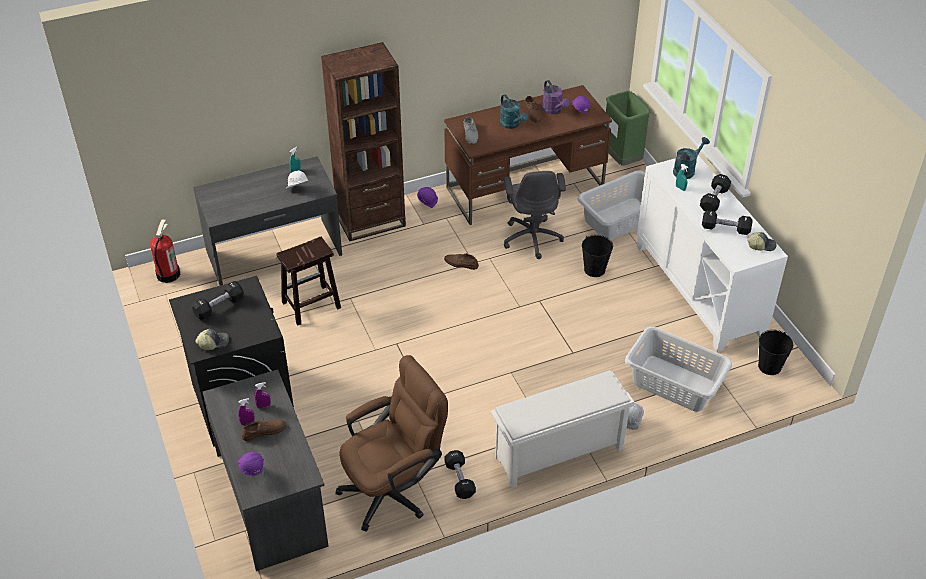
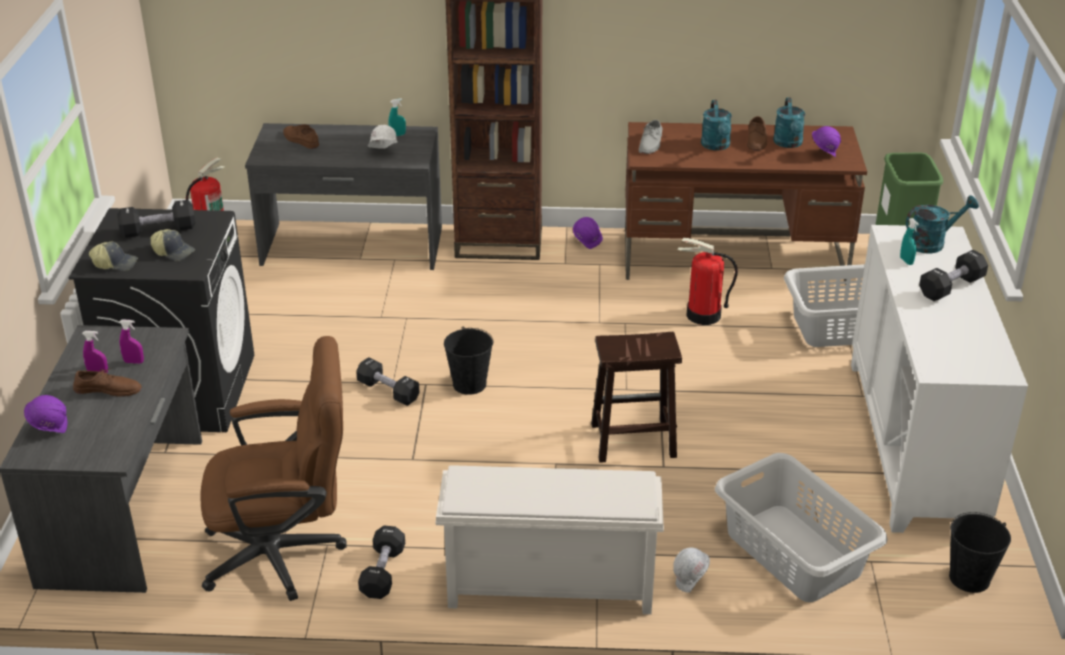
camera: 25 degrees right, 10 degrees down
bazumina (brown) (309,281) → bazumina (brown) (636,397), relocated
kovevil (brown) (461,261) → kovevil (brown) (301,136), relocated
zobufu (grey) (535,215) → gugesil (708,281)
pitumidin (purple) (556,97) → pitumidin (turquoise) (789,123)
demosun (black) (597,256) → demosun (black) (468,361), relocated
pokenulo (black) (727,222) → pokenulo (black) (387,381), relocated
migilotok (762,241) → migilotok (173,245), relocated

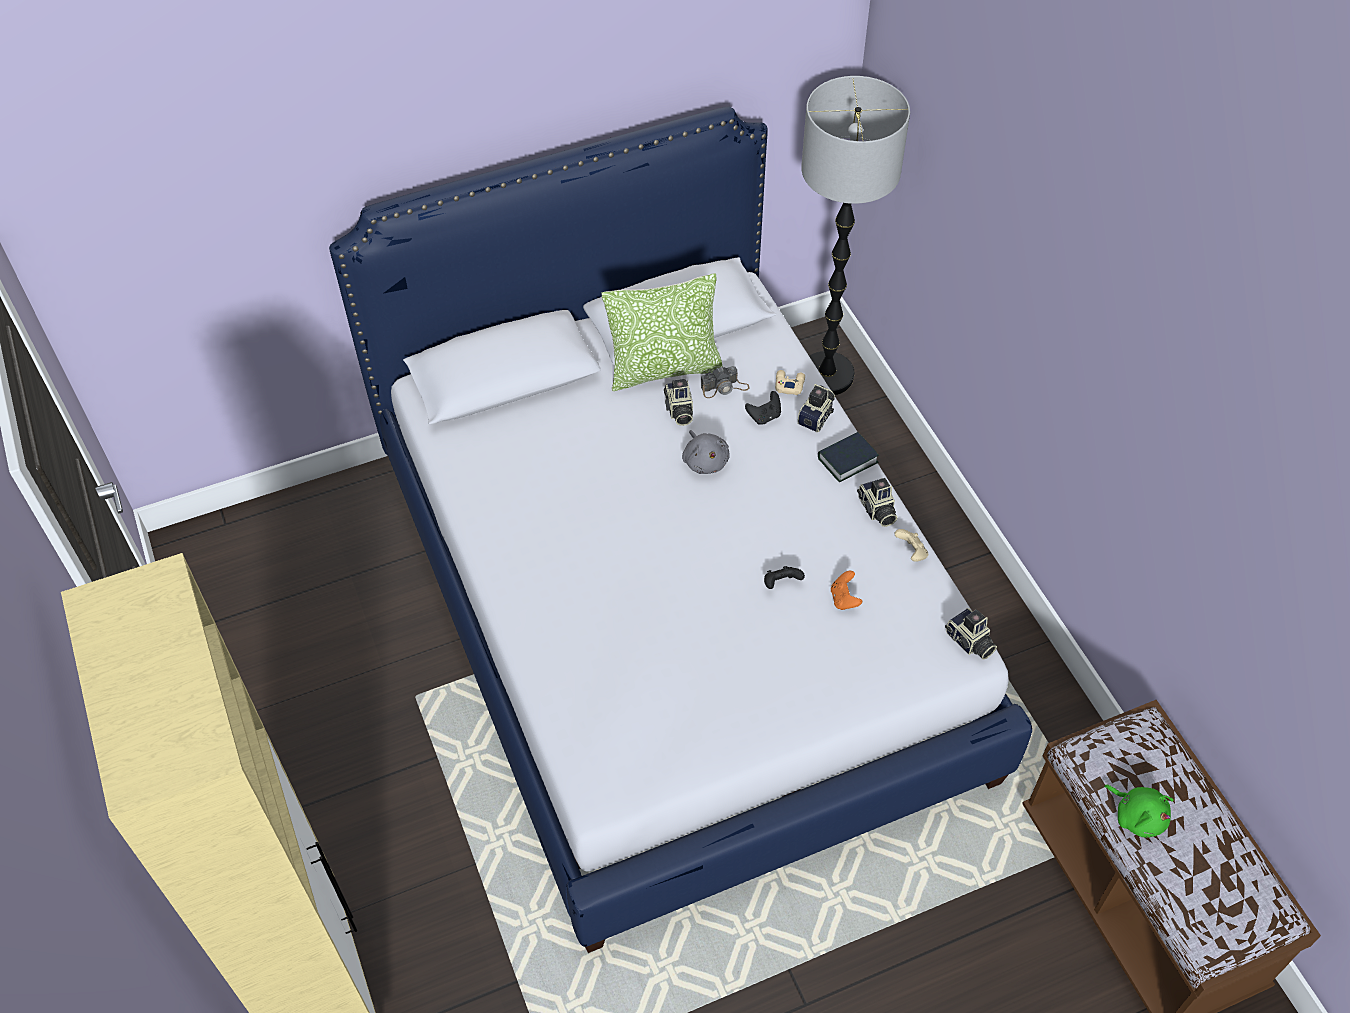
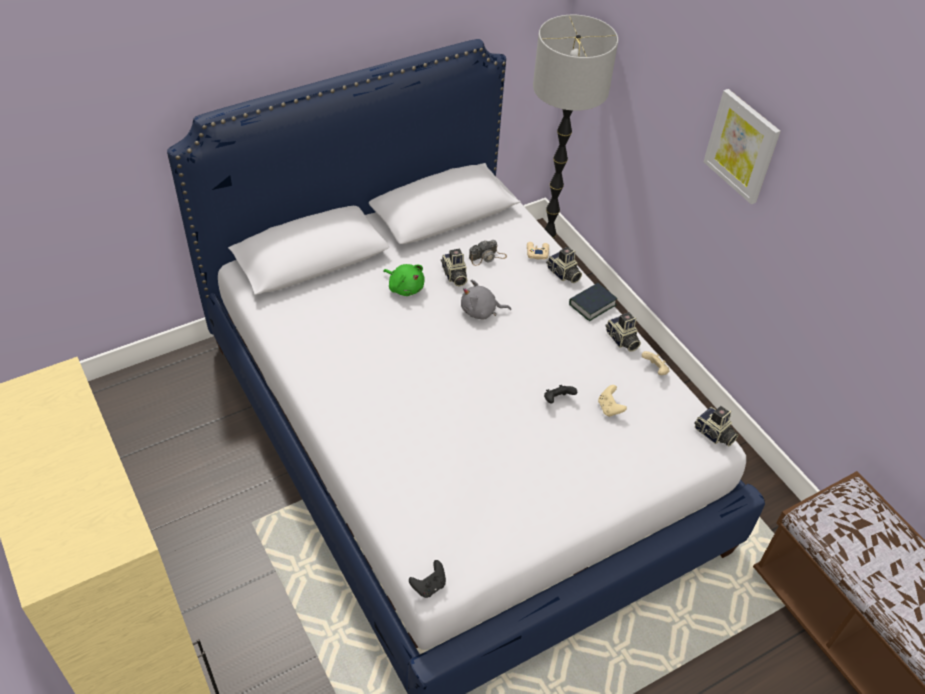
camera: 10 degrees left, 5 degrees down
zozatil (662,332) → -
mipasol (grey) (706,452) → mipasol (grey) (486,299), 120 degrees clockwise
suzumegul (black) (763,408) → suzumegul (black) (427,579), relocated
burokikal (816,408) → burokikal (564,265), 120 degrees clockwise
suzumegul (orange) (846,590) → suzumegul (beige) (612,401)
mipasol (green) (1139,811) → mipasol (green) (403,280), relocated
- → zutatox (742,146)

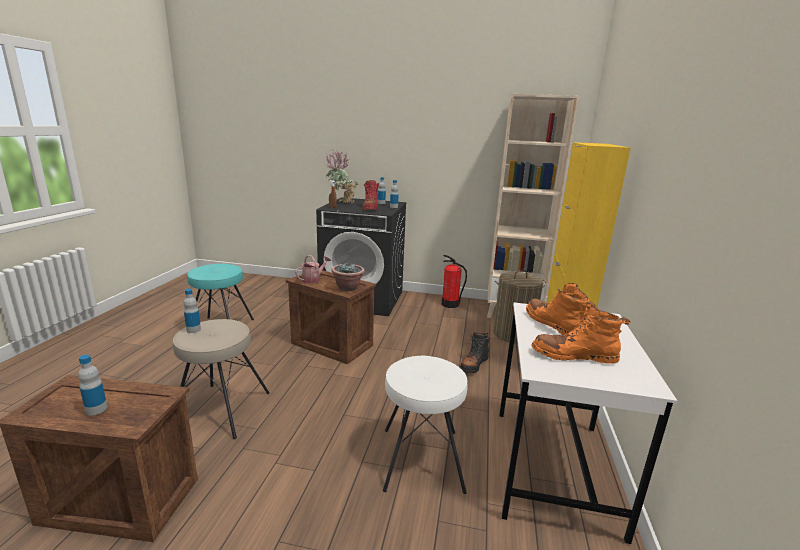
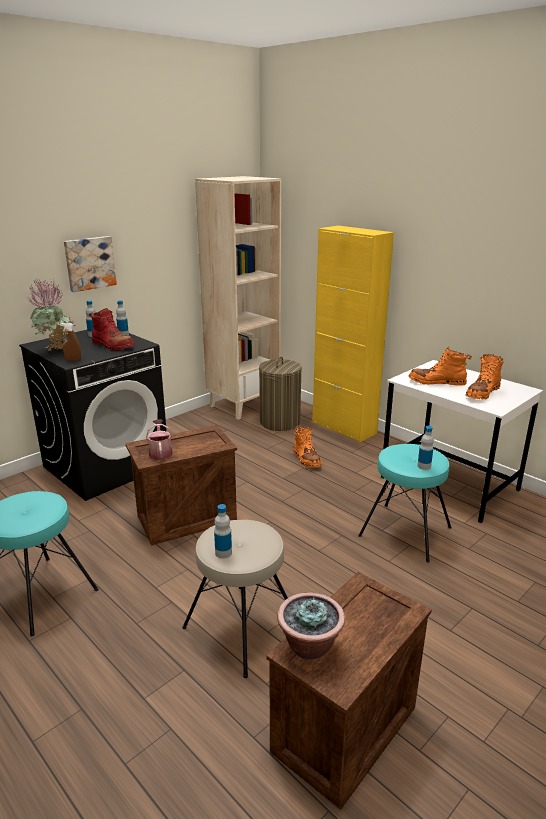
camera: 55 degrees left, 5 degrees up
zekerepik (92,385) → zekerepik (425,448), relocated
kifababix (348,276) → kifababix (311,626), relocated
bazumina (white) (425,425) → bazumina (turquoise) (405,503)
gugesil (454,281) → -
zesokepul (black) (475,352) → zesokepul (orange) (307,447)
- → zutatox (90,264)

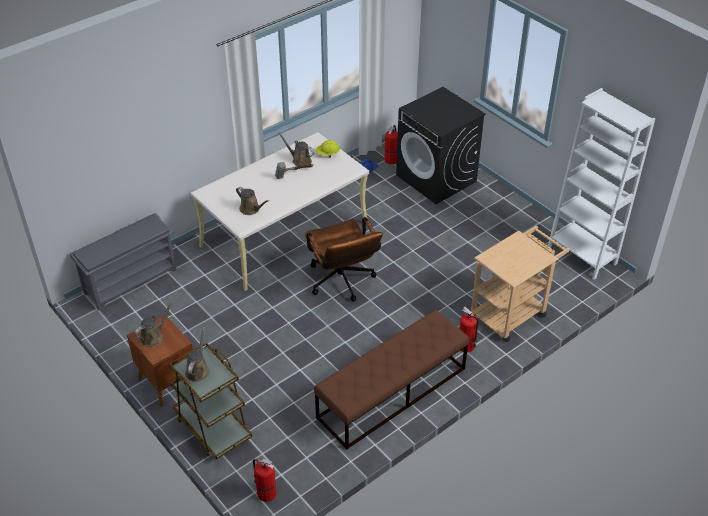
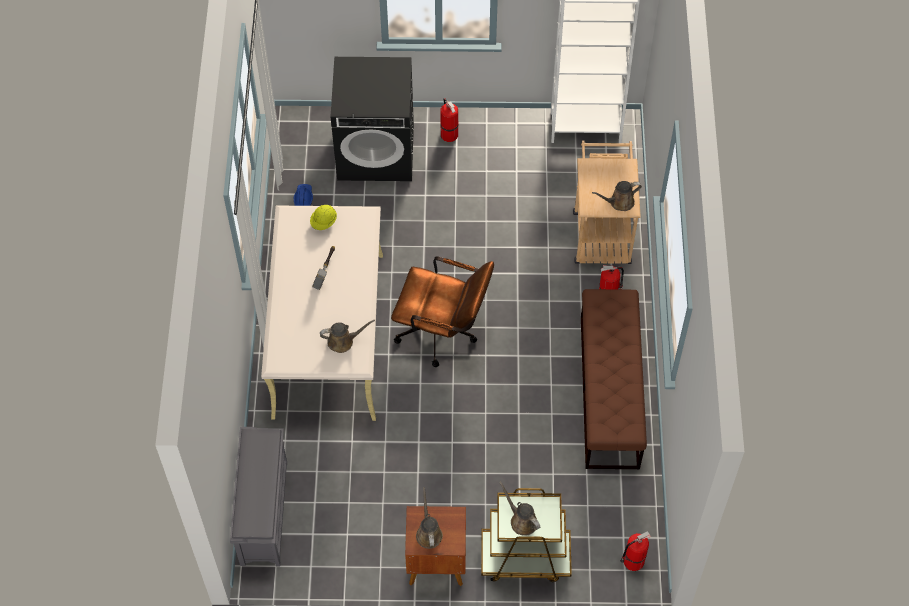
camera: 50 degrees left, 15 degrees up
pitumidin (brown) (296,149) → pitumidin (brown) (617,196), relocated
gugesil (391,144) → gugesil (449,120), relocated

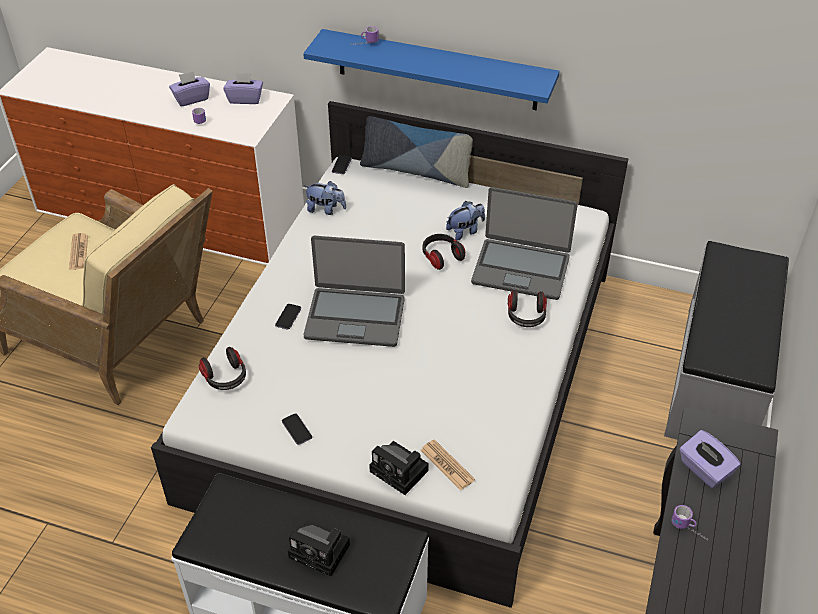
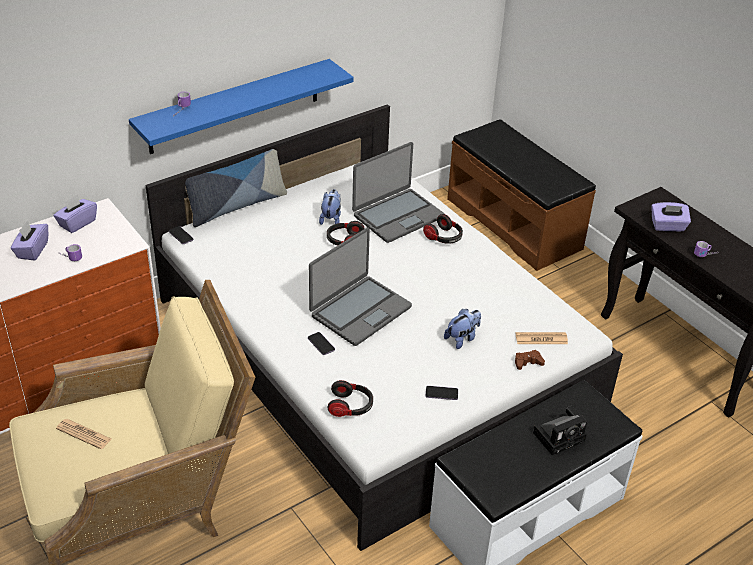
camera: 55 degrees left, 5 degrees down
mipasol (325,198) → mipasol (462,329), relocated
burokikal (399,468) → suzumegul (brown) (530,360)
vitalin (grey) (726,340) → vitalin (brown) (521,195)

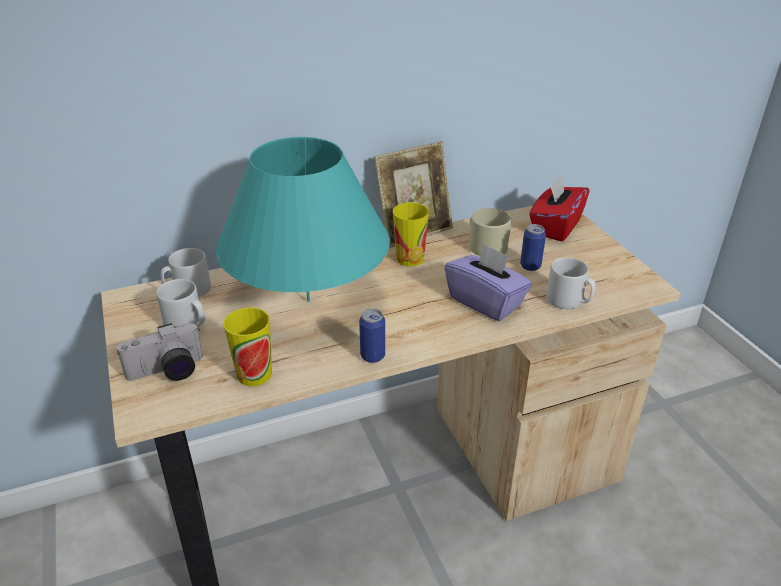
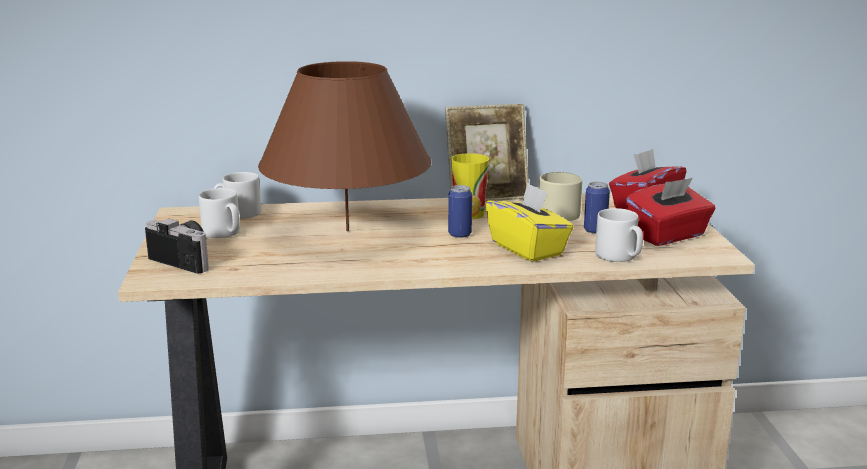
camera: 15 degrees right, 15 degrees down
burokikal (160,352) → burokikal (177,246), 135 degrees counterclockwise
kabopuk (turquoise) (303,219) → kabopuk (brown) (344,146)
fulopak (247,347) → -
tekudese (372,336) → tekudese (460,211), relocated
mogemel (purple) (488,282) → mogemel (yellow) (530,222)
- → mogemel (red) (670,212)

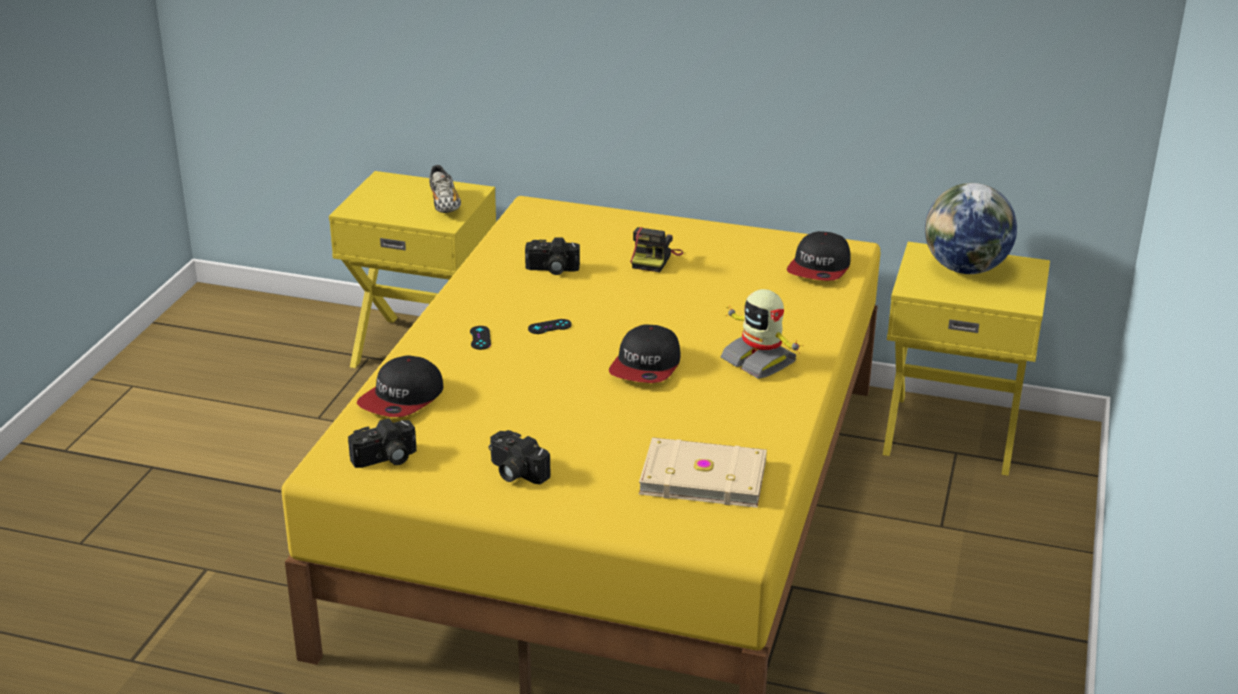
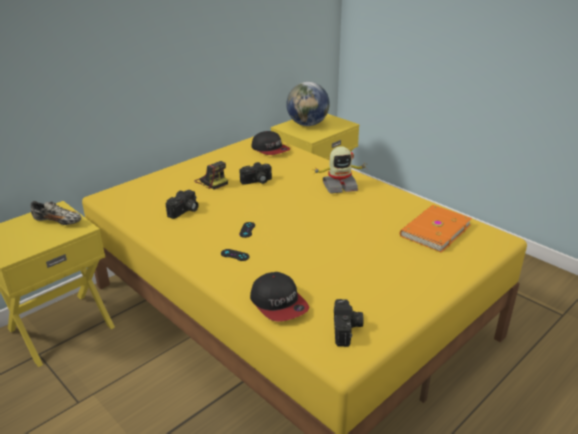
camera: 60 degrees left, 0 degrees up
burokikal (519,457) → burokikal (255,173), relocated
migilotok (644,354) → -
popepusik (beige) (703,472) → popepusik (orange) (436,229)

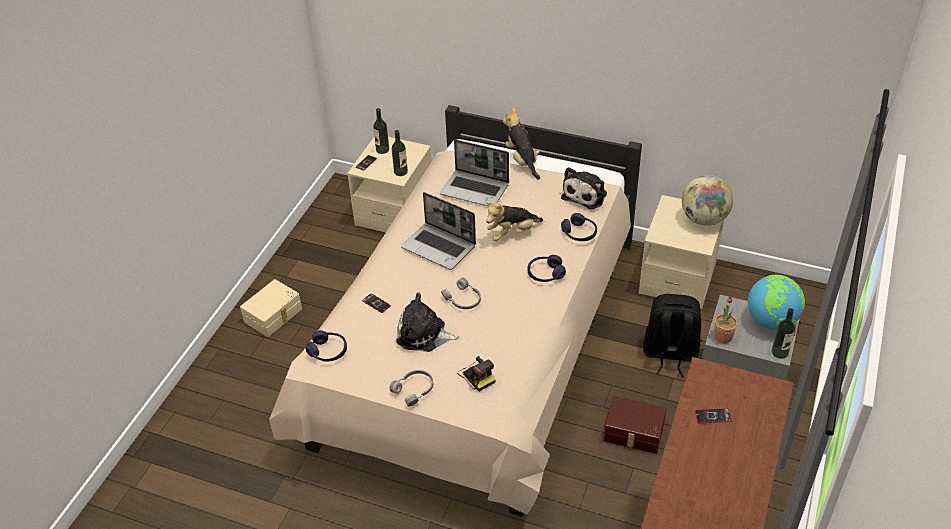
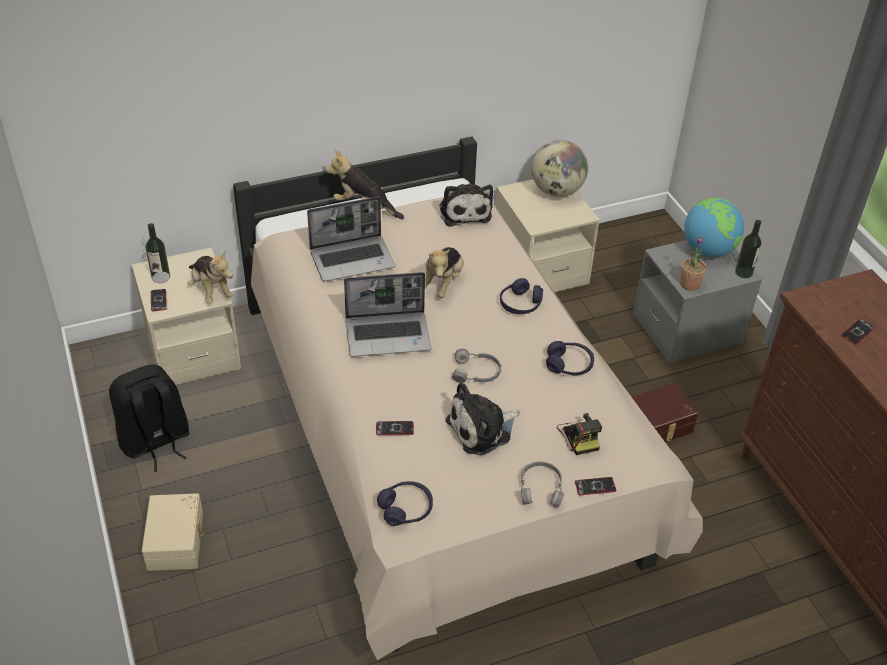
camera: 45 degrees left, 0 degrees up
zekerepik (400,153) → mipasol (210,276)
burokikal (476,374) → burokikal (579,434), 60 degrees clockwise
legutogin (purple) (579,227) → legutogin (purple) (570,358), relocated
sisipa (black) (672,335) → sisipa (black) (149,418), relocated
- → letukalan (595,486)

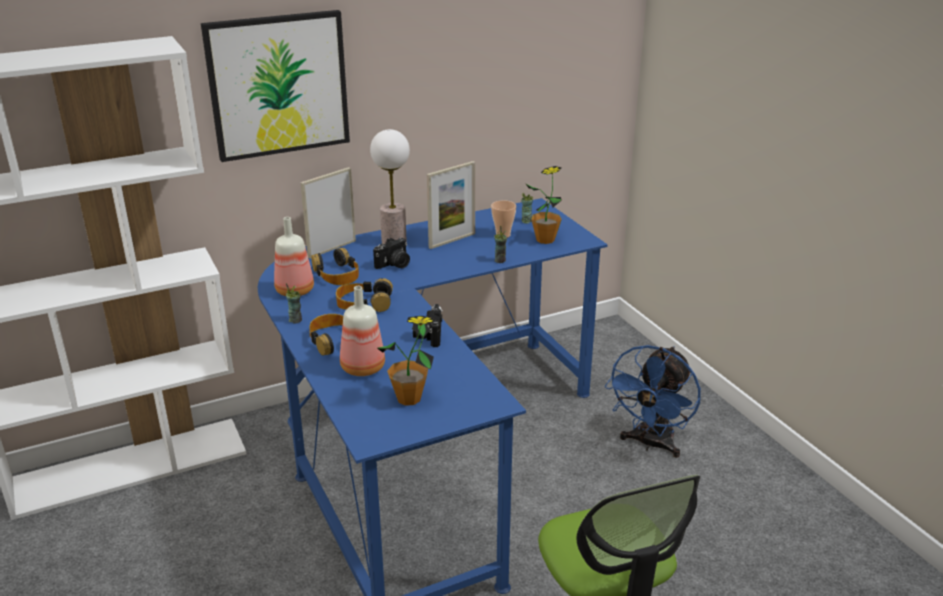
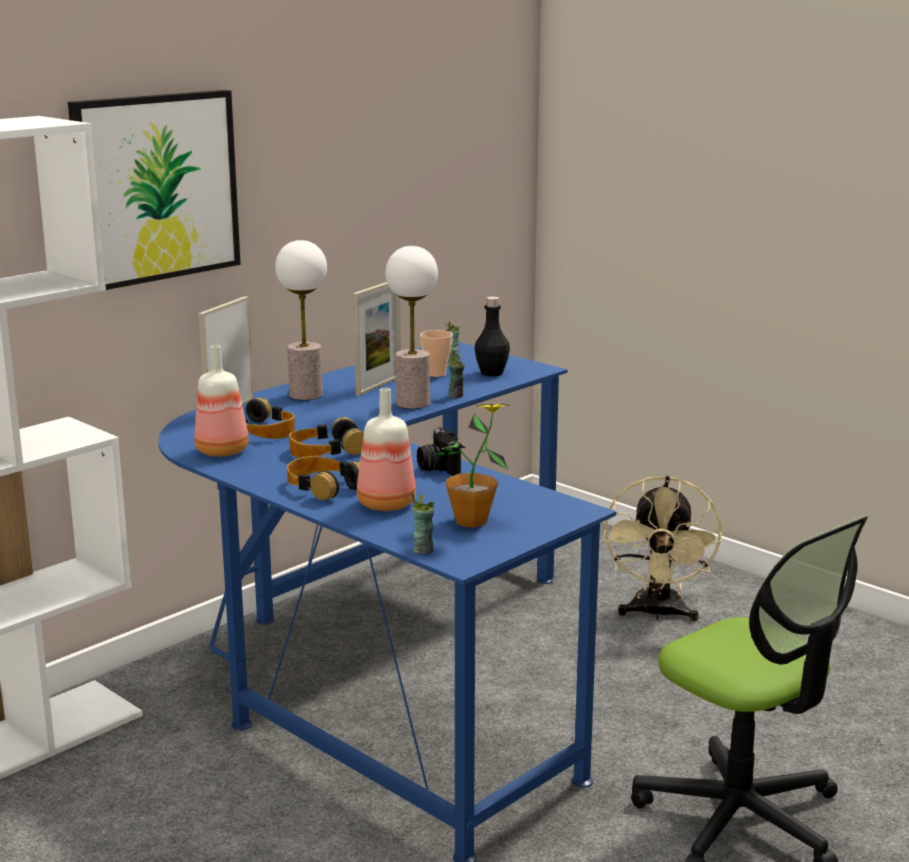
camera: 20 degrees left, 10 degrees down
fulopak (294,303) → fulopak (422,523), relocated
burokikal (391,253) → -
kifababix (543,205) → zekerepik (black) (492,336)
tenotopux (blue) (653,401) → tenotopux (beige) (662,548)
- → kabopuk (411,327)

